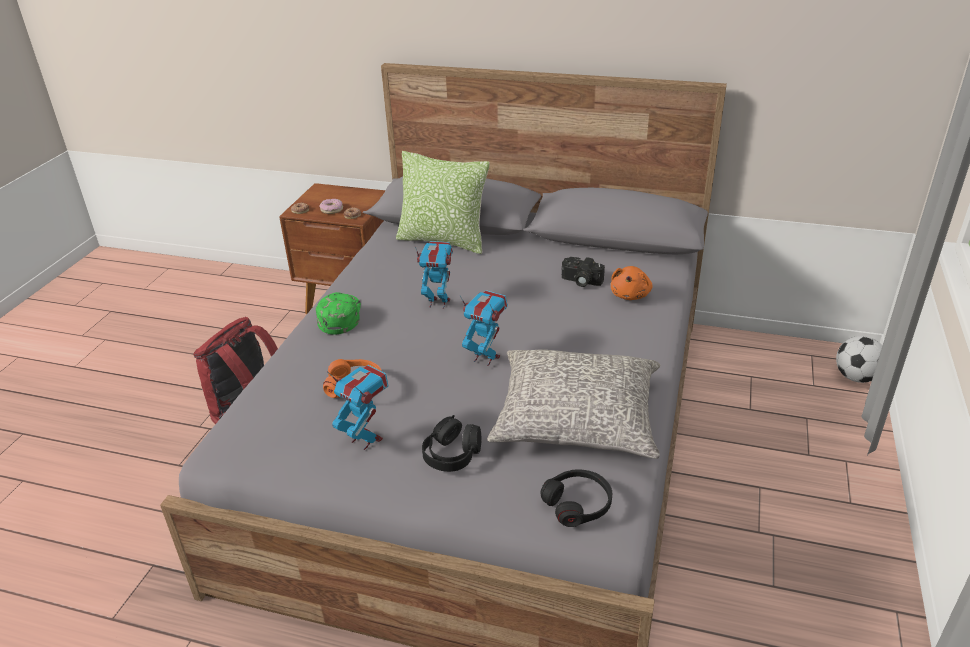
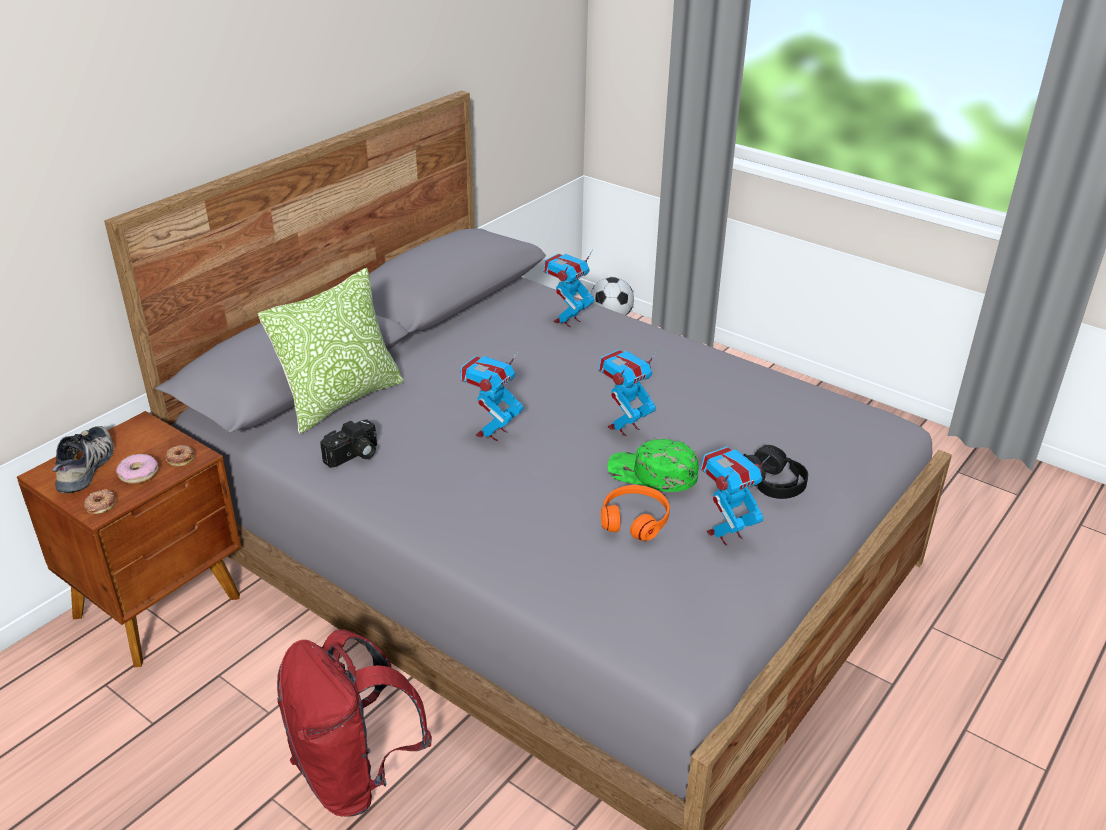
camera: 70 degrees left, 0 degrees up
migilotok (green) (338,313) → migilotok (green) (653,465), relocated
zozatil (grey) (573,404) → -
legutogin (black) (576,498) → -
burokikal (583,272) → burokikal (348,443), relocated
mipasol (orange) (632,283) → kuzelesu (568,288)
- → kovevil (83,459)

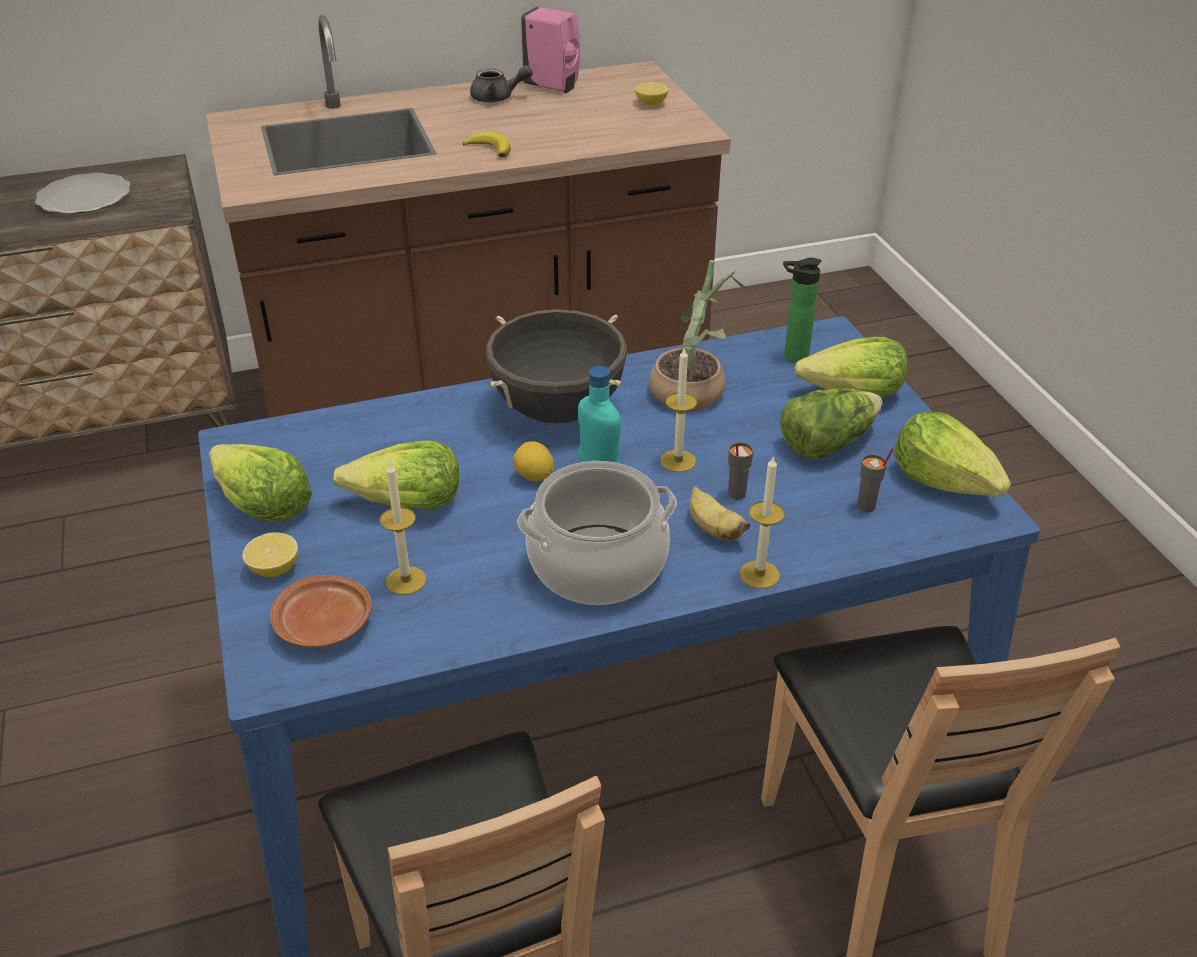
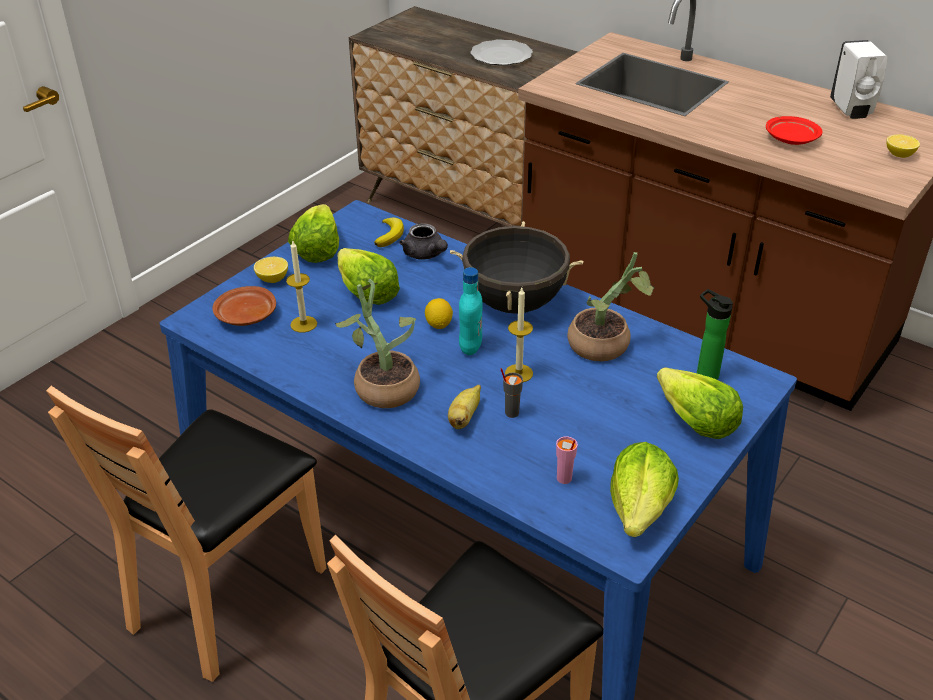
camera: 55 degrees right, 0 degrees up
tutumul (487,144) → tutumul (389,232), relocated
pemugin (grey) (501,83) → pemugin (grey) (423,241), relocated
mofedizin (597,533) → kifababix (377,343)
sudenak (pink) (550,50) → sudenak (white) (859,79)
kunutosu (762,522) → -
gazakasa (831,423) → -
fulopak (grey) (875,480) → fulopak (pink) (567,460)
- → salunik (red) (794,130)

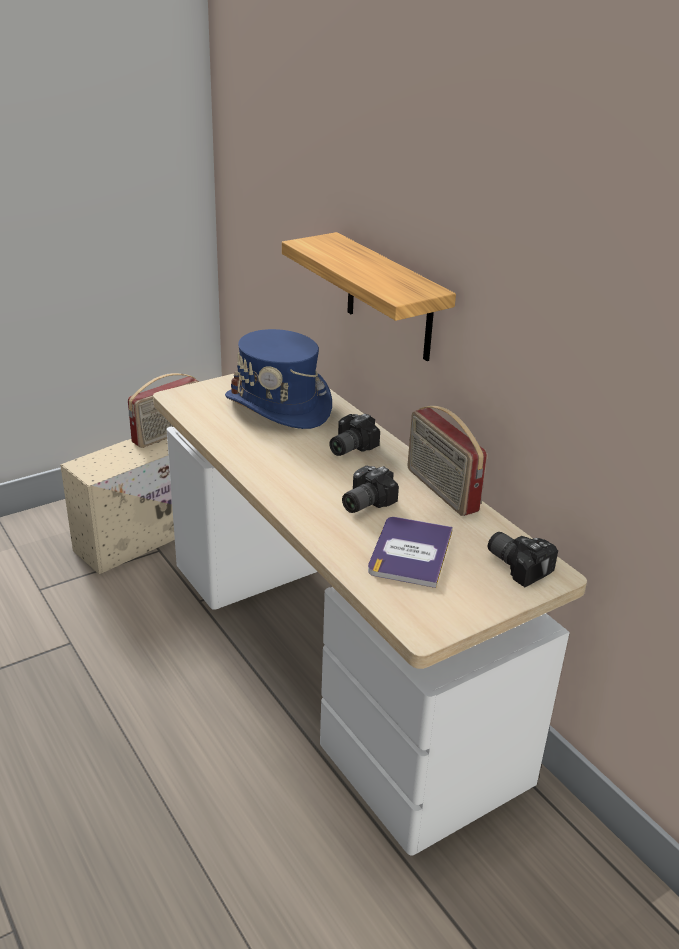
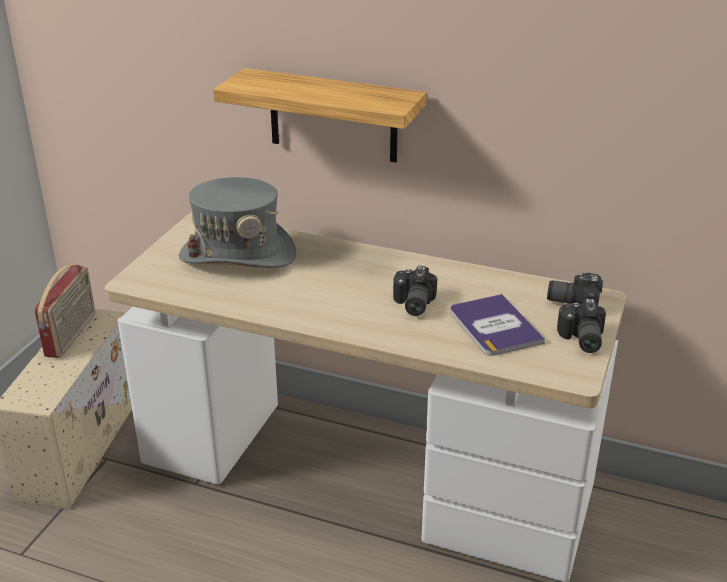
camera: 35 degrees left, 0 degrees up
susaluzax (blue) (278,379) → susaluzax (grey) (238,222)
burokikal (354,435) → burokikal (581,325), relocated
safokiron (447,461) → -

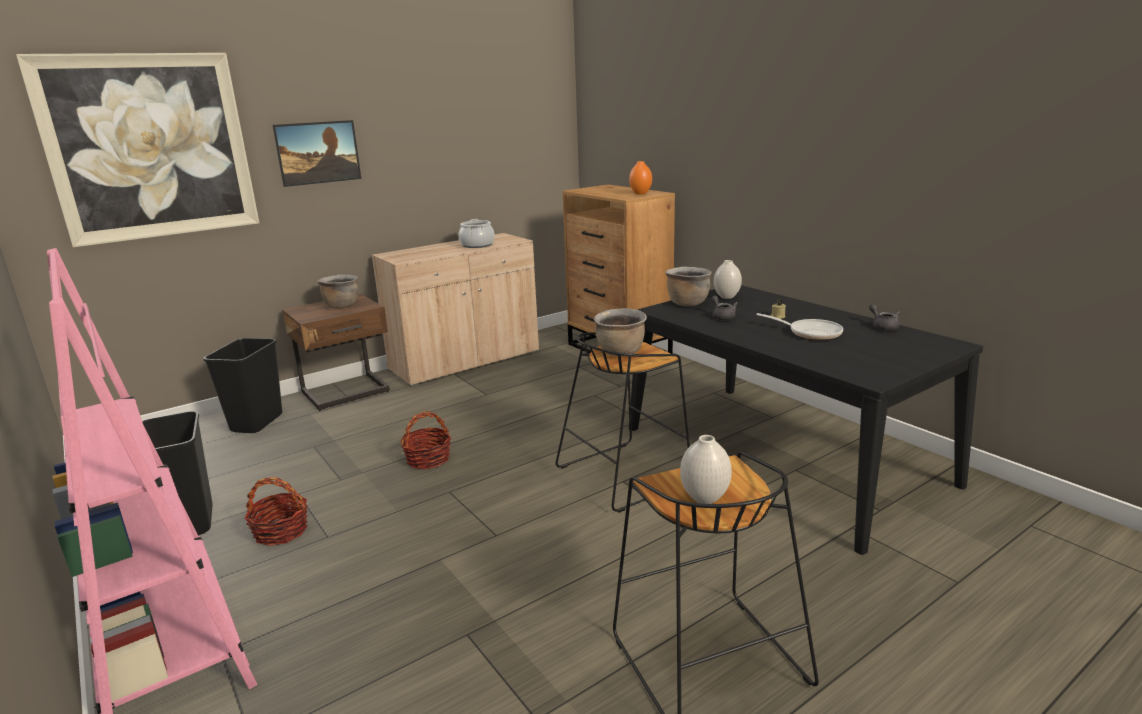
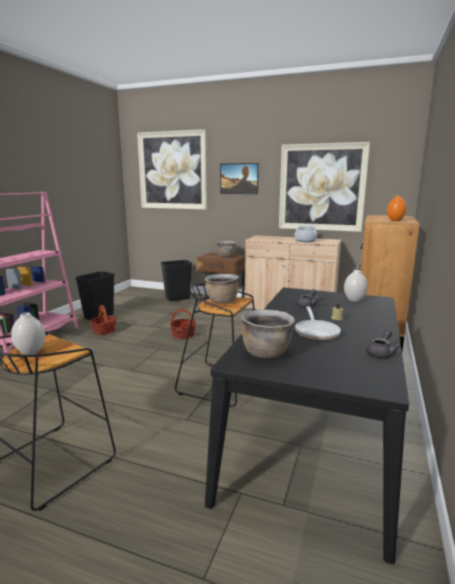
camera: 55 degrees right, 5 degrees down
mofedizin (brown) (688,286) → mofedizin (brown) (268,334), relocated
- → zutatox (324,187)

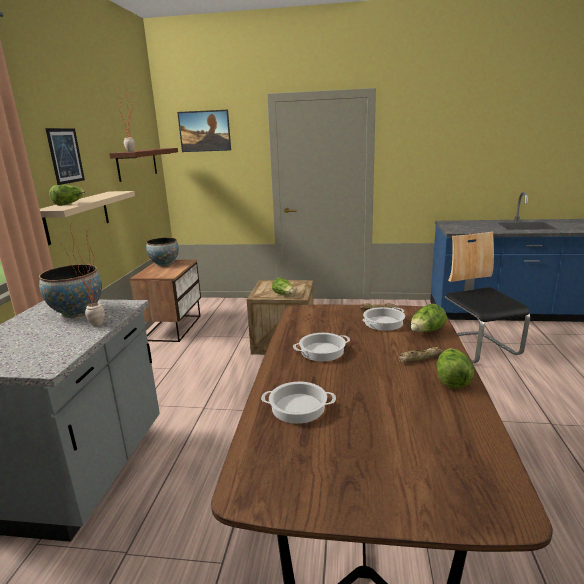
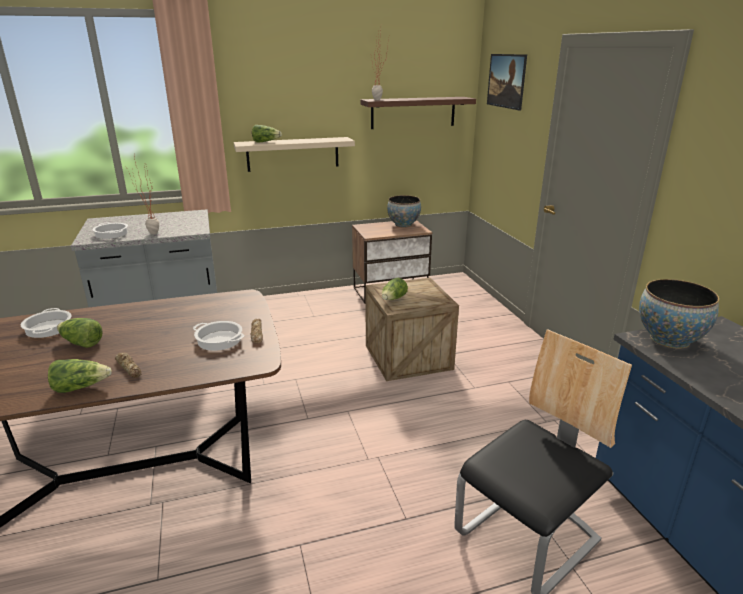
camera: 65 degrees right, 5 degrees up
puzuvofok (70,291) → puzuvofok (679,314), relocated
zutatox (65,156) → -
mofedizin (321,347) → mofedizin (110,231), relocated
gazakasa (429,318) → gazakasa (80,333), relocated

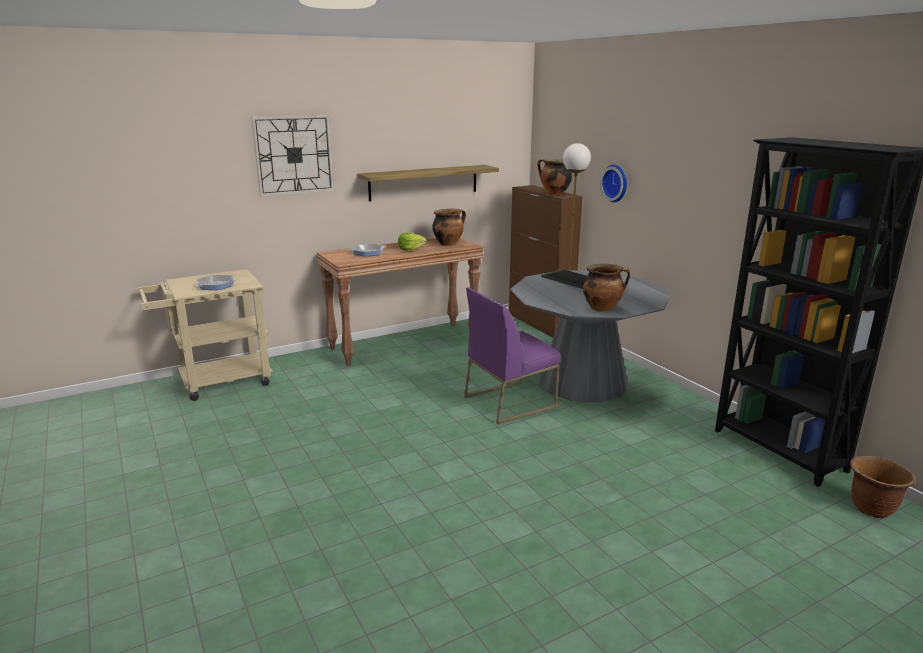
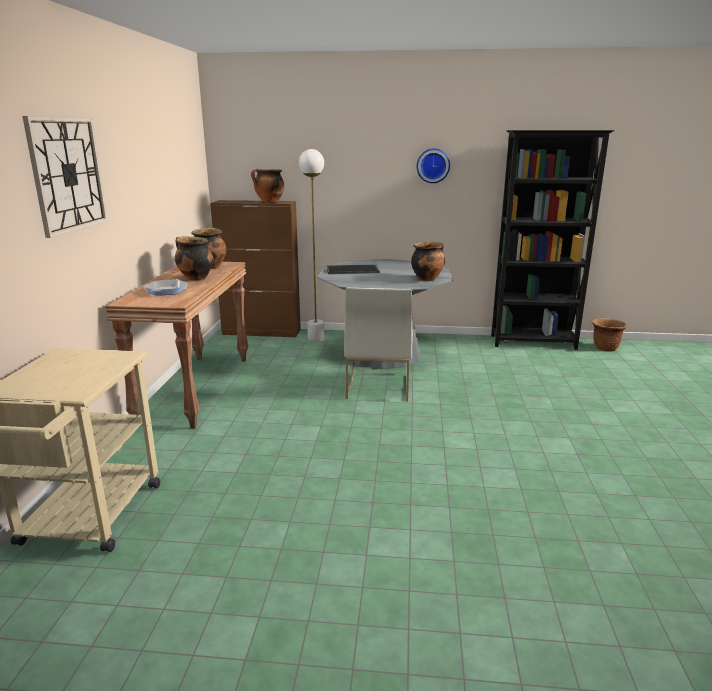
camera: 55 degrees left, 0 degrees up
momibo (215,282) → -
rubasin (428,183) → -
gazakasa (412,242) → mofedizin (194,258)
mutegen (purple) (512,355) → mutegen (white) (378,344)
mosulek (613,183) → mosulek (433,165), relocated

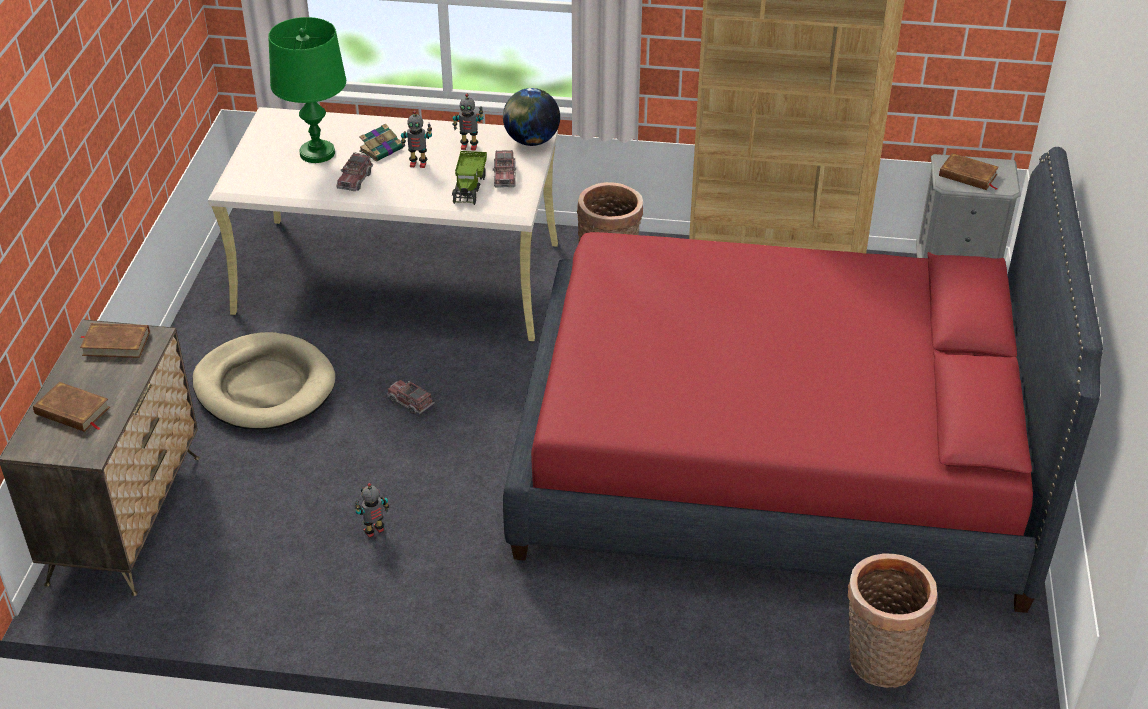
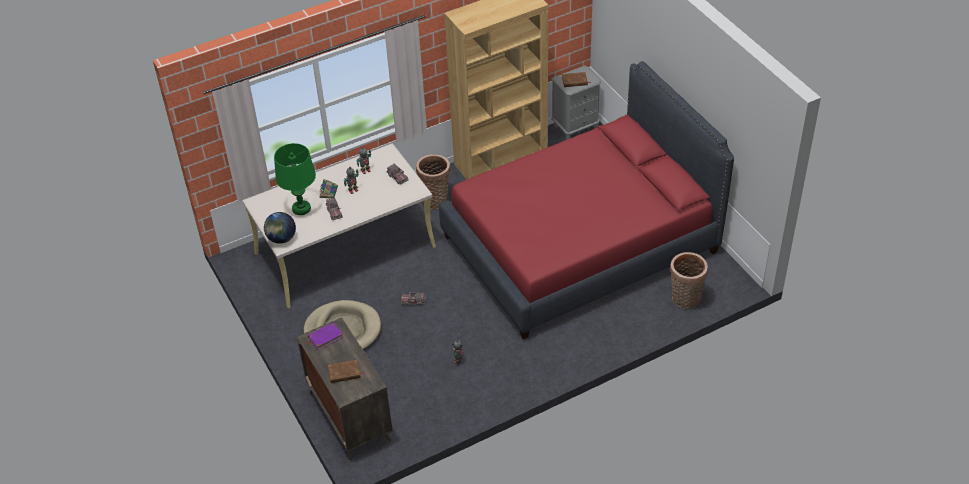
camera: 35 degrees left, 5 degrees up
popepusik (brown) (115,340) → popepusik (purple) (325,336)
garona (469,178) → -
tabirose (531,117) → tabirose (280,228), relocated

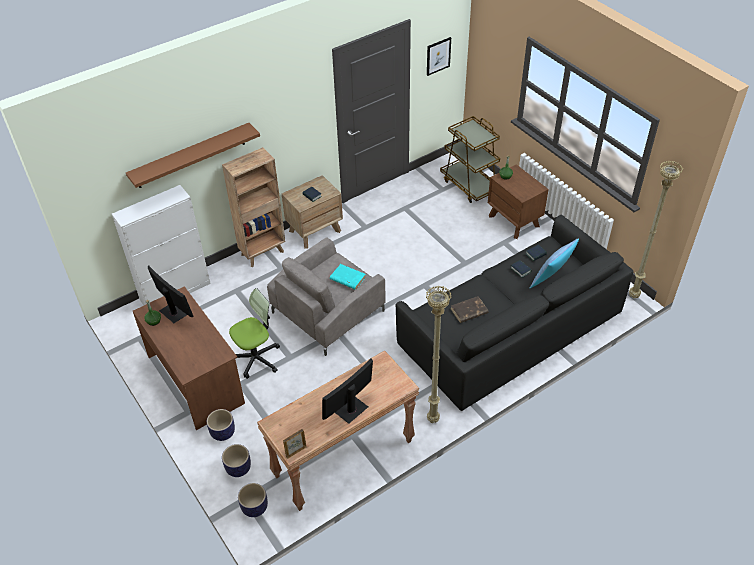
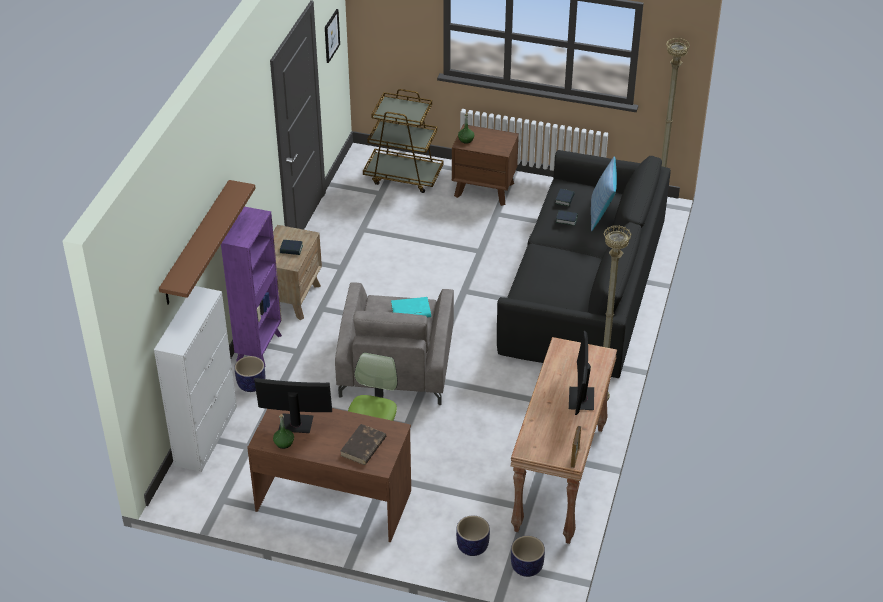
camera: 40 degrees left, 5 degrees down
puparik (221,425) → puparik (250,374), relocated
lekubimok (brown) (254,207) → lekubimok (purple) (251,287)
popepusik (brown) (469,309) → popepusik (brown) (363,444), relocated

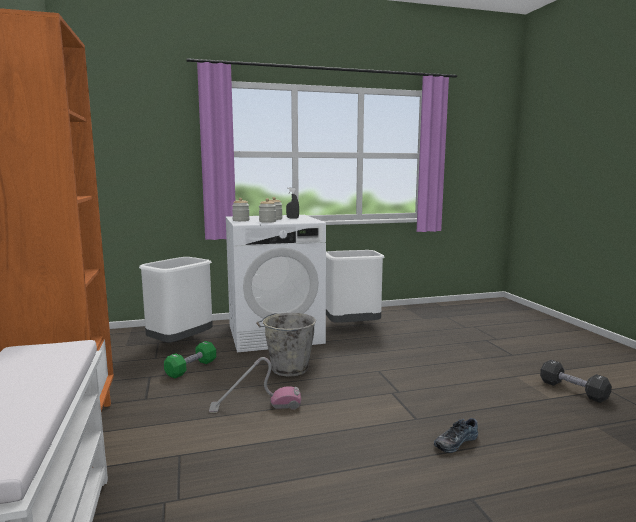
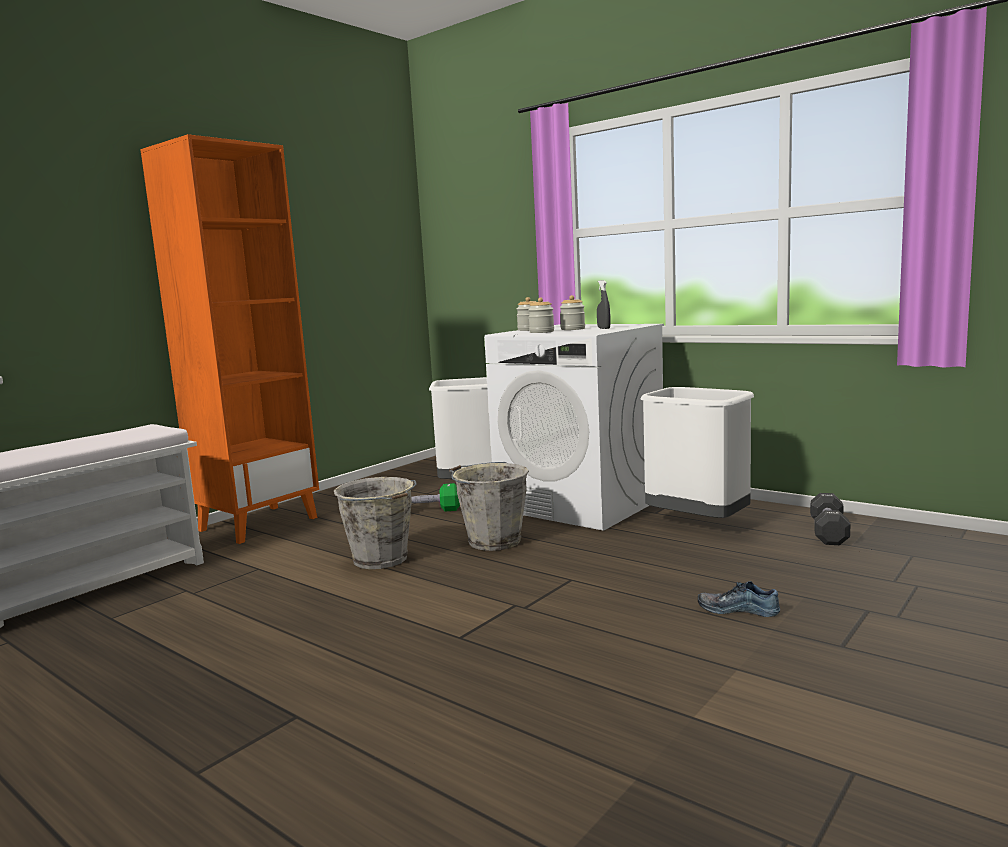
camera: 55 degrees right, 0 degrees up
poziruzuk (255,385) → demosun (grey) (375,523)
kovevil (456,435) → kovevil (739,599), relocated
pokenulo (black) (576,381) → pokenulo (black) (830,519), relocated

